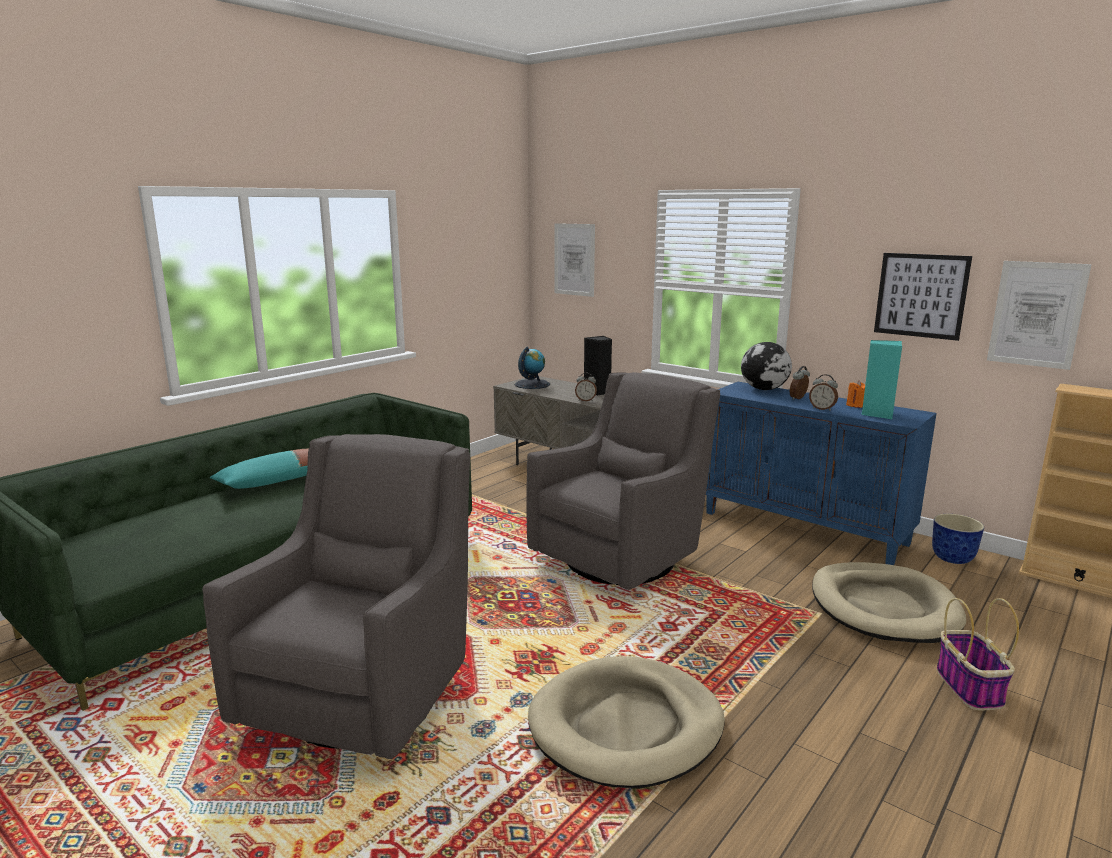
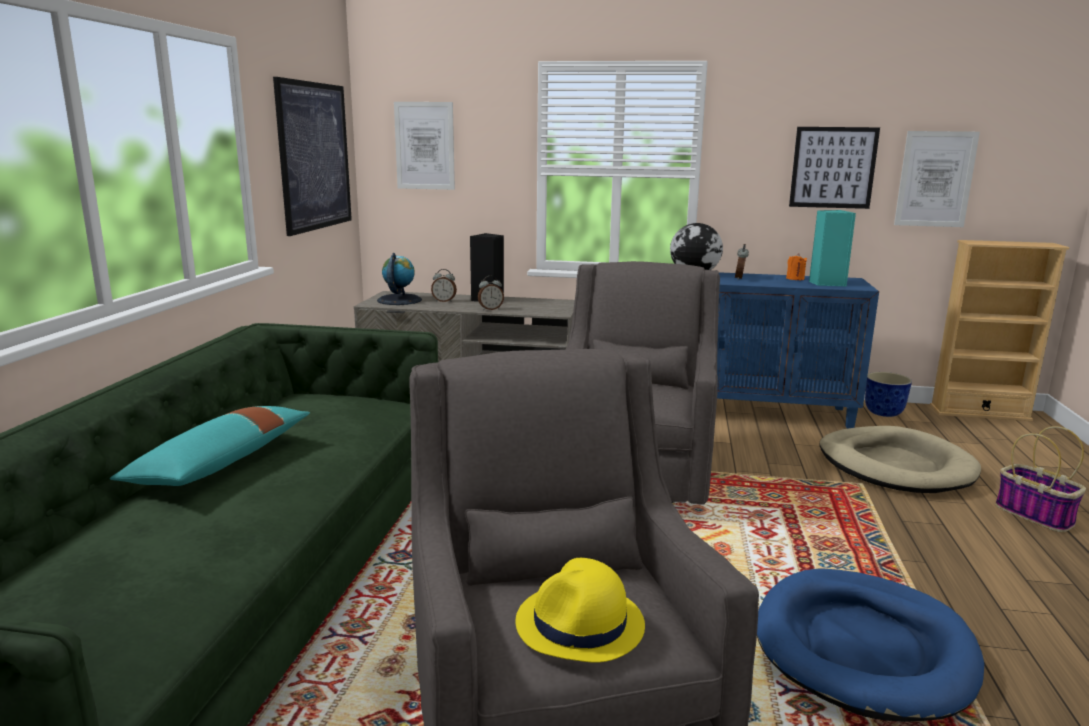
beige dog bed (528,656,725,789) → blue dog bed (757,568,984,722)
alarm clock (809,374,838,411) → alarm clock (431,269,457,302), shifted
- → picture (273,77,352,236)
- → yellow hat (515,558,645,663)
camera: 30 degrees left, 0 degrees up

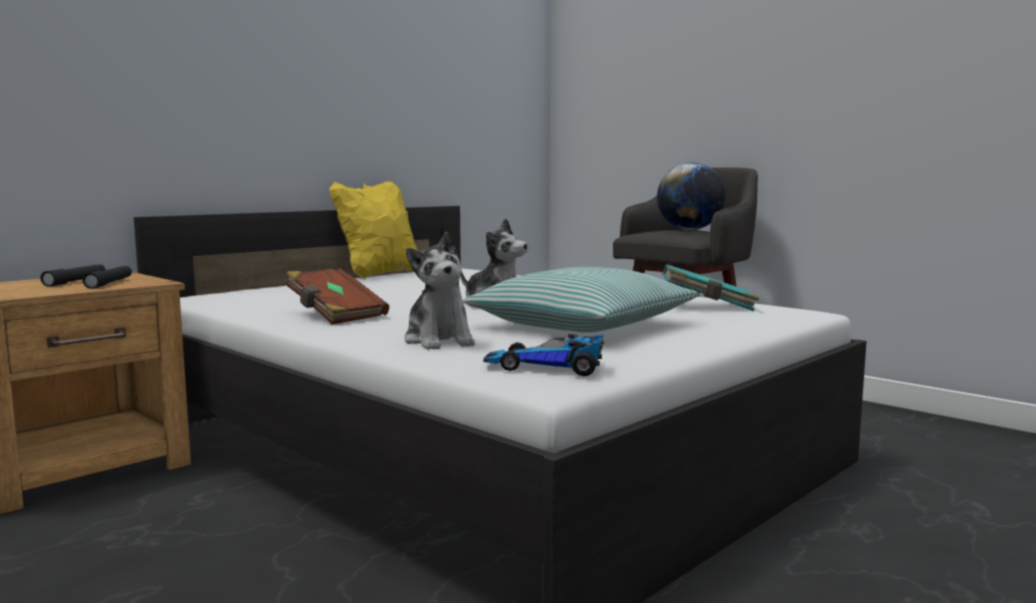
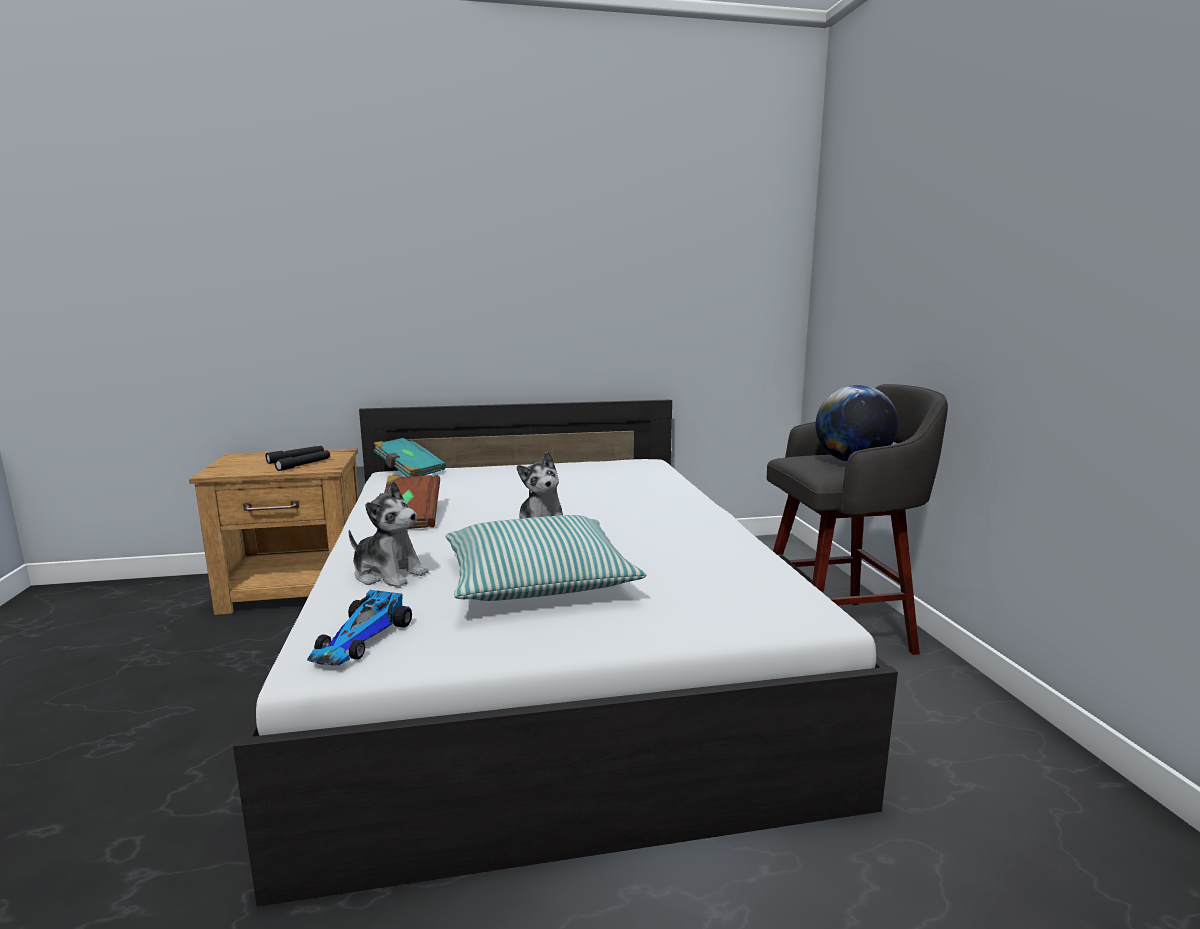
yellow pillow (329,181,417,279) → -
plush toy (404,232,475,350) → plush toy (349,481,429,588), 75 degrees counterclockwise
toy car (483,334,604,376) → toy car (307,590,412,666), 120 degrees counterclockwise
turquoise book (663,264,759,311) → turquoise book (373,438,446,477), shifted
camera: 35 degrees right, 5 degrees up

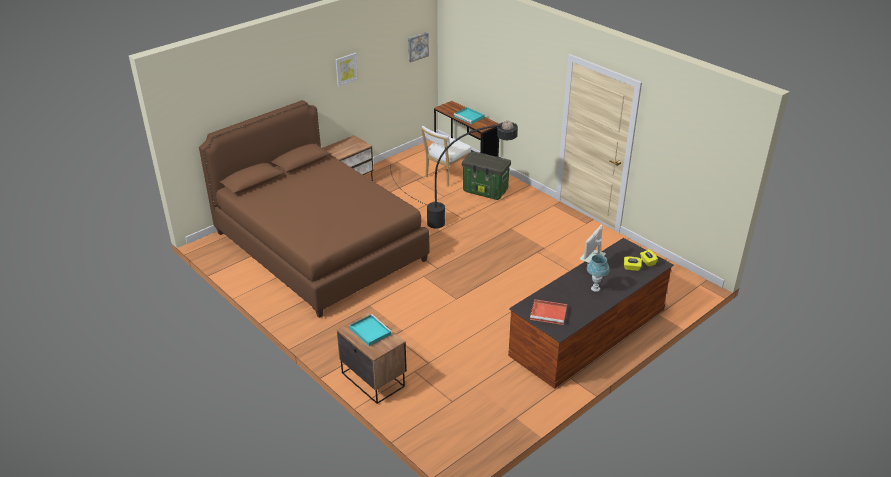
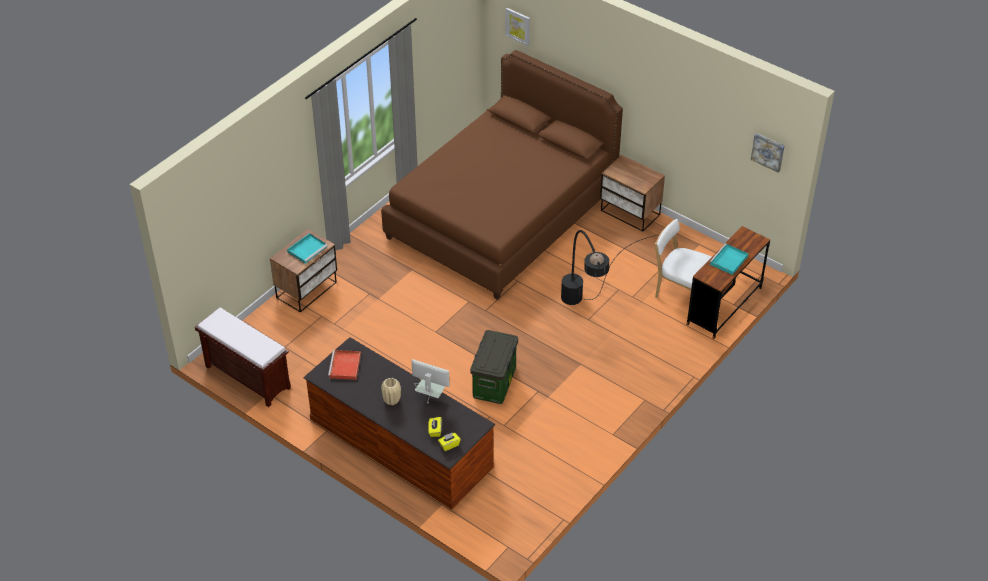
picture (335,53,358,86) → picture (505,8,530,46), shifted
storage box (462,151,511,200) → storage box (470,330,518,404), shifted
blue table lamp (587,255,610,292) → beige vase (381,378,401,405)
- → brown bench (195,307,291,407)
camera: 80 degrees right, 10 degrees up

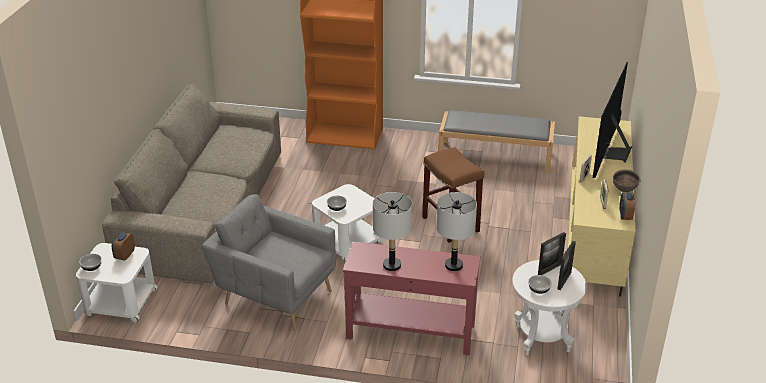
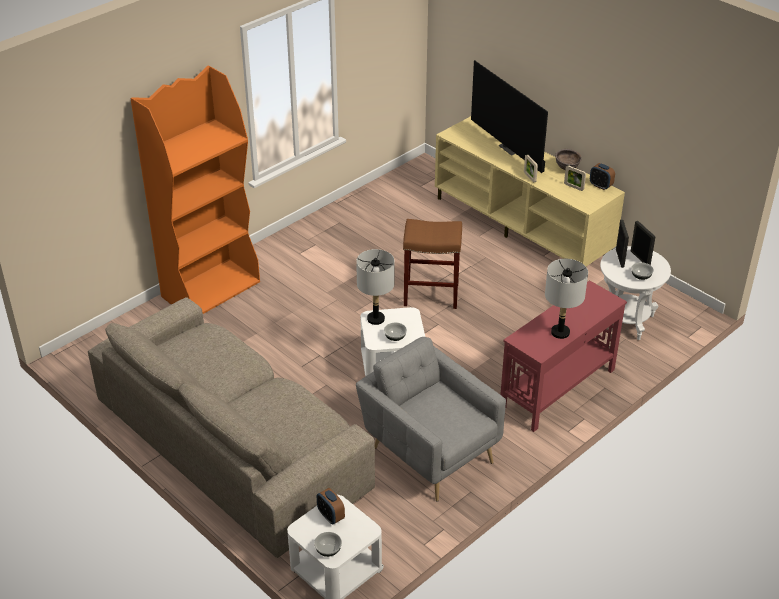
grey armchair (202,194,336,331) → grey armchair (356,337,506,502), 75 degrees clockwise
grey table lamp (436,192,477,271) → grey table lamp (356,249,394,325), shifted
grey bench (438,110,555,173) → -
camera: 55 degrees left, 5 degrees up

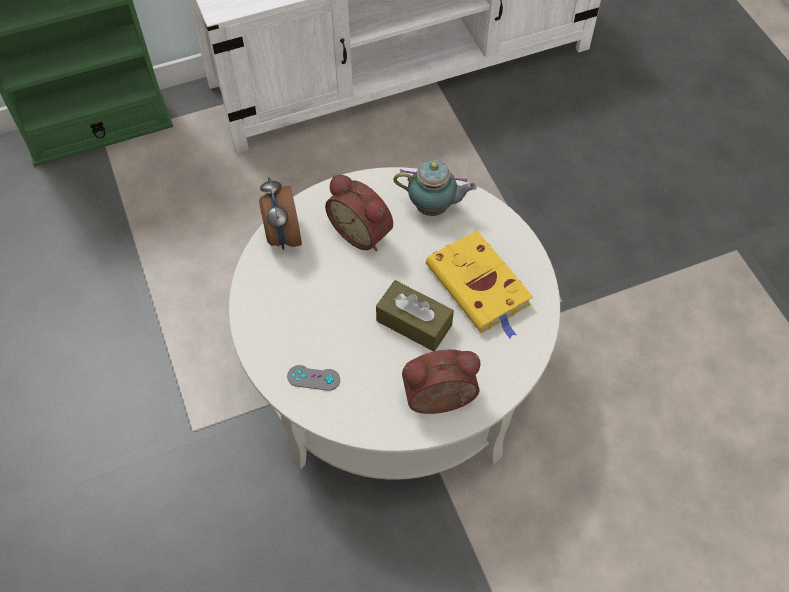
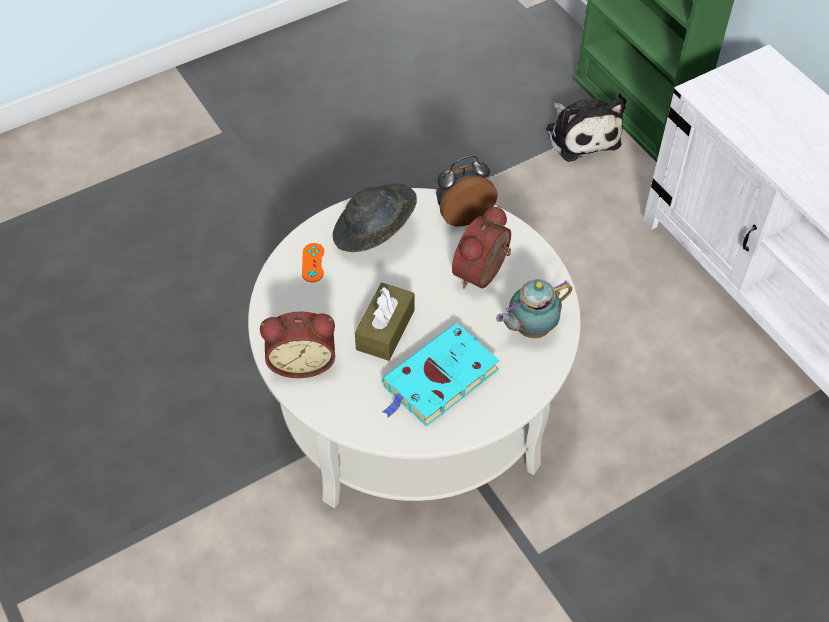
grey game controller (287,365,340,391) → orange game controller (302,243,324,282)
teapot (393,160,477,216) → teapot (496,279,572,338), 60 degrees clockwise
alarm clock (402,350,480,414) → alarm clock (260,311,335,378), 105 degrees clockwise
yellow book (426,230,533,339) → turquoise book (381,323,500,427)
- → grey hat (332,183,417,252)
- → plush toy (546,98,624,162)
camera: 80 degrees right, 5 degrees down

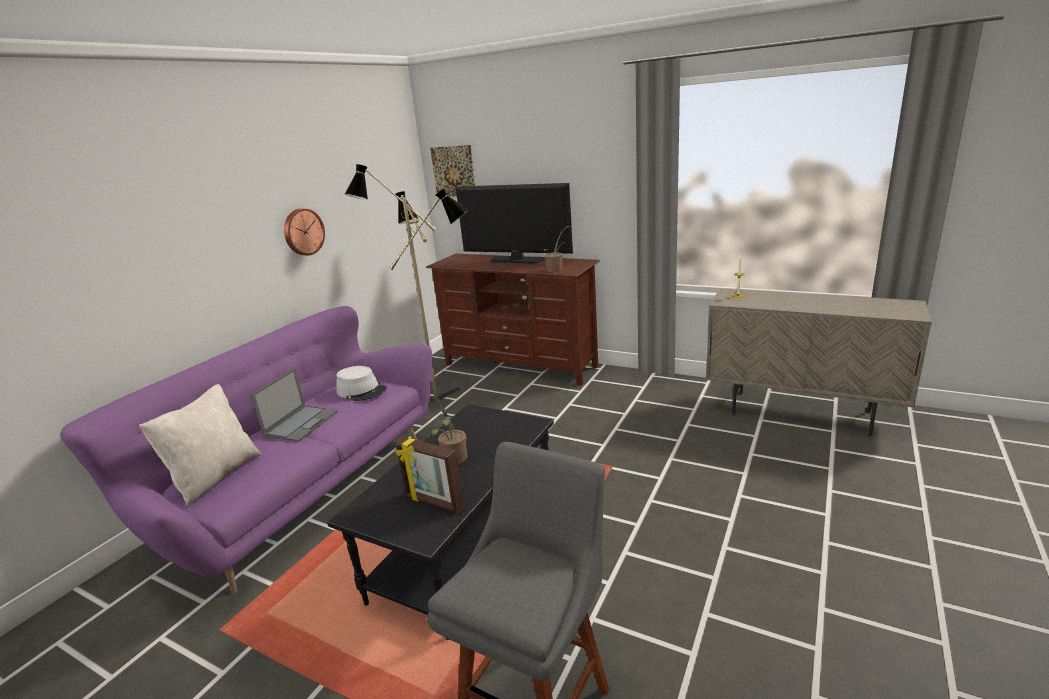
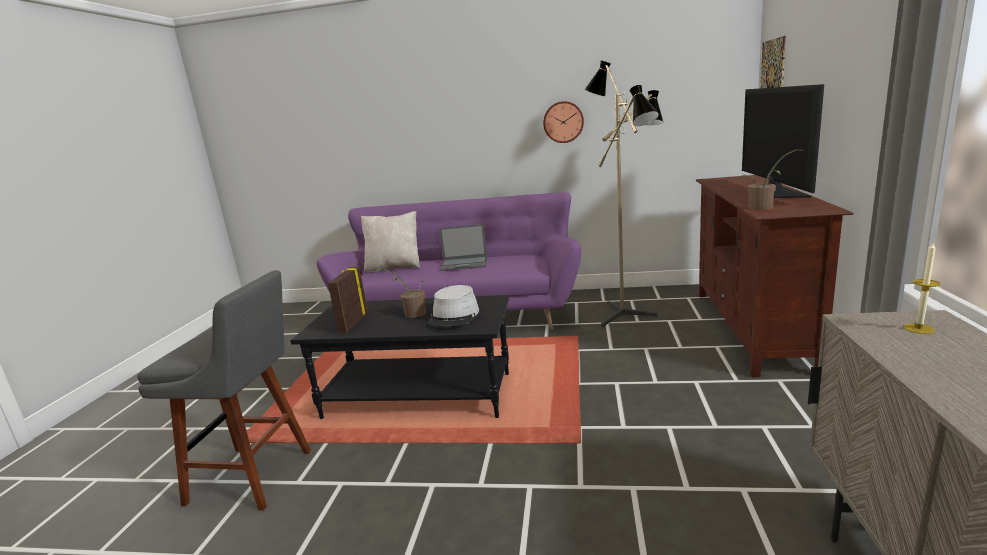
grey hat (336,366,387,401) → grey hat (428,285,479,327), shifted
camera: 70 degrees right, 5 degrees down

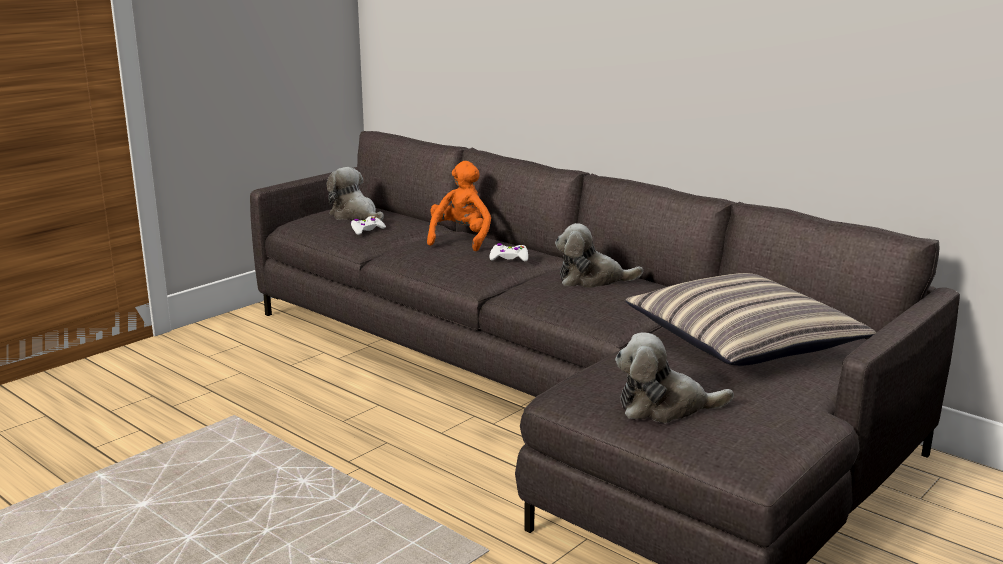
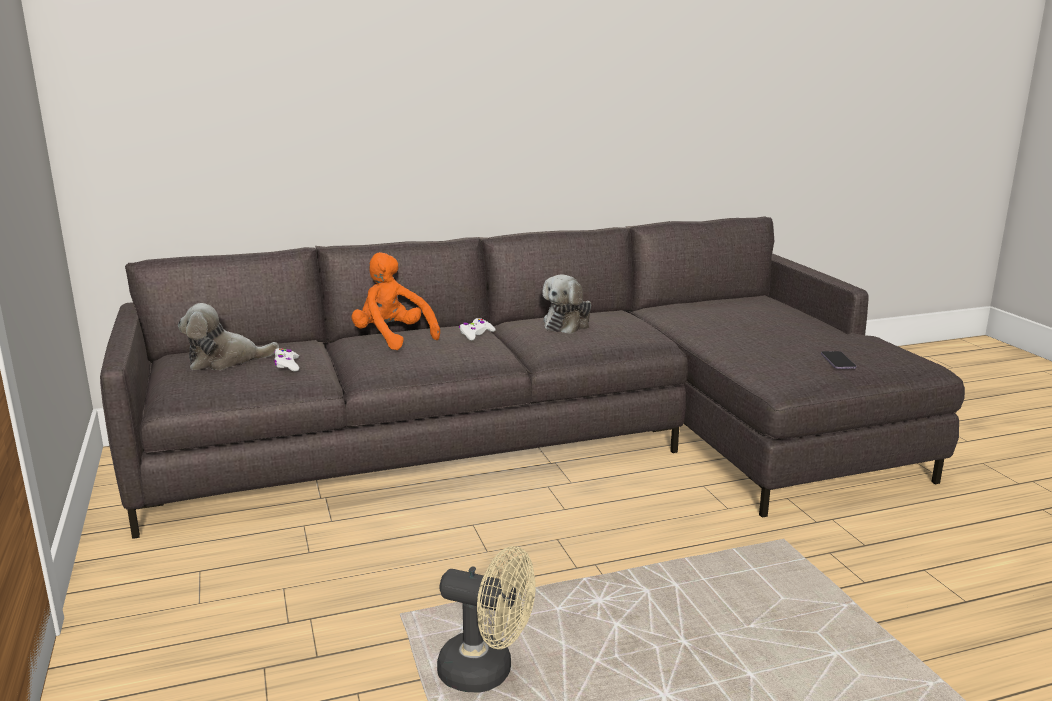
plush toy (615,333,734,423) → phone (821,351,856,369)
pillow (625,273,876,366) → -
- → beige fan (437,546,536,693)
camera: 60 degrees left, 0 degrees up

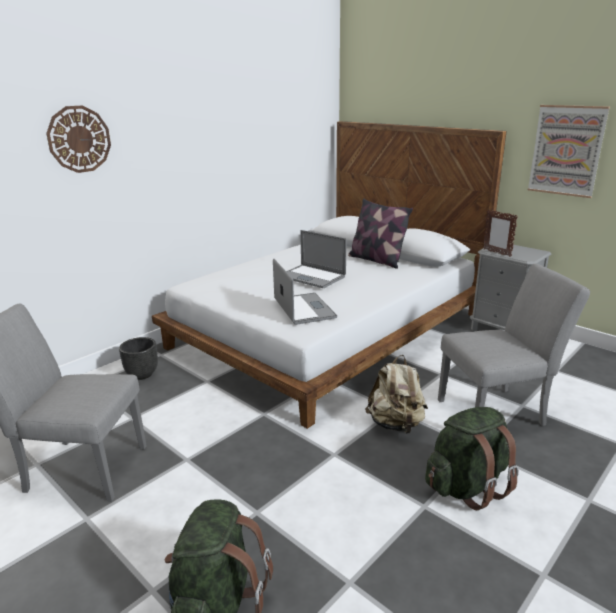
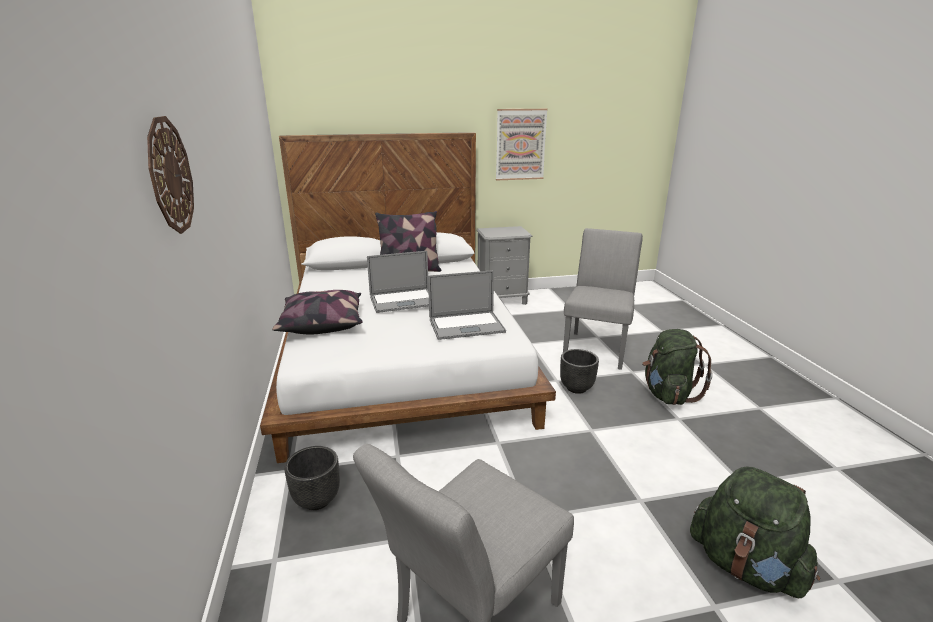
laptop (273,259,337,325) → laptop (428,270,506,340), 150 degrees clockwise
beige backpack (365,355,428,434) → black planter (560,349,599,394)
picture frame (483,210,518,257) → -
- → pillow (272,290,363,334)
camera: 55 degrees left, 0 degrees up

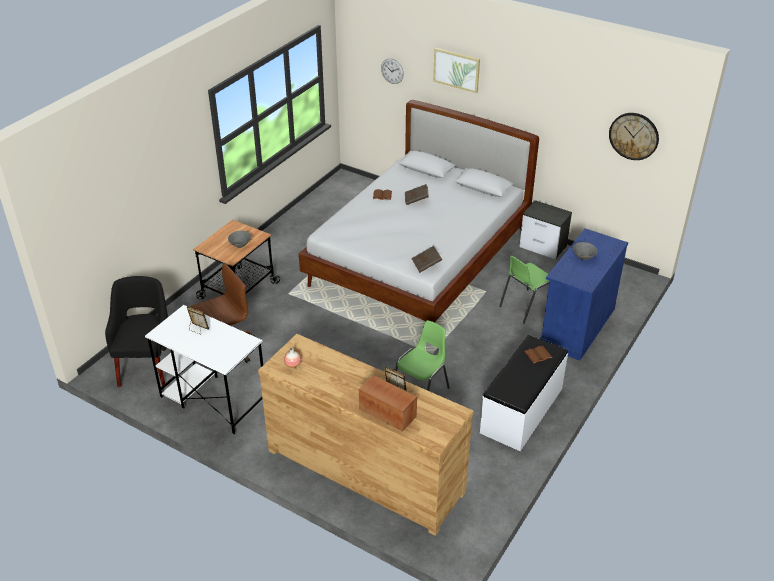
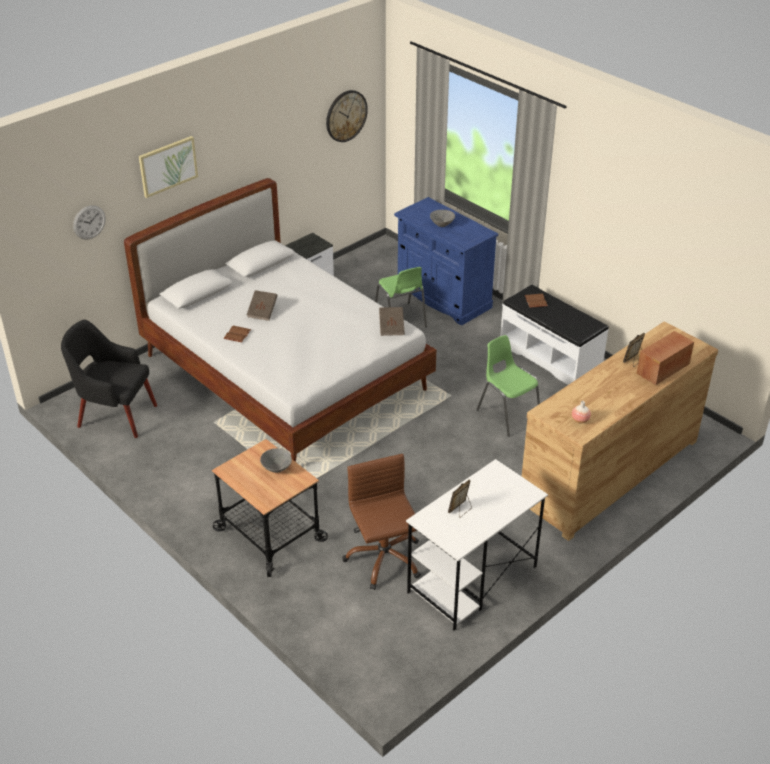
black armchair (105,276,168,387) → black armchair (61,320,157,438), shifted
camera: 75 degrees left, 0 degrees up

